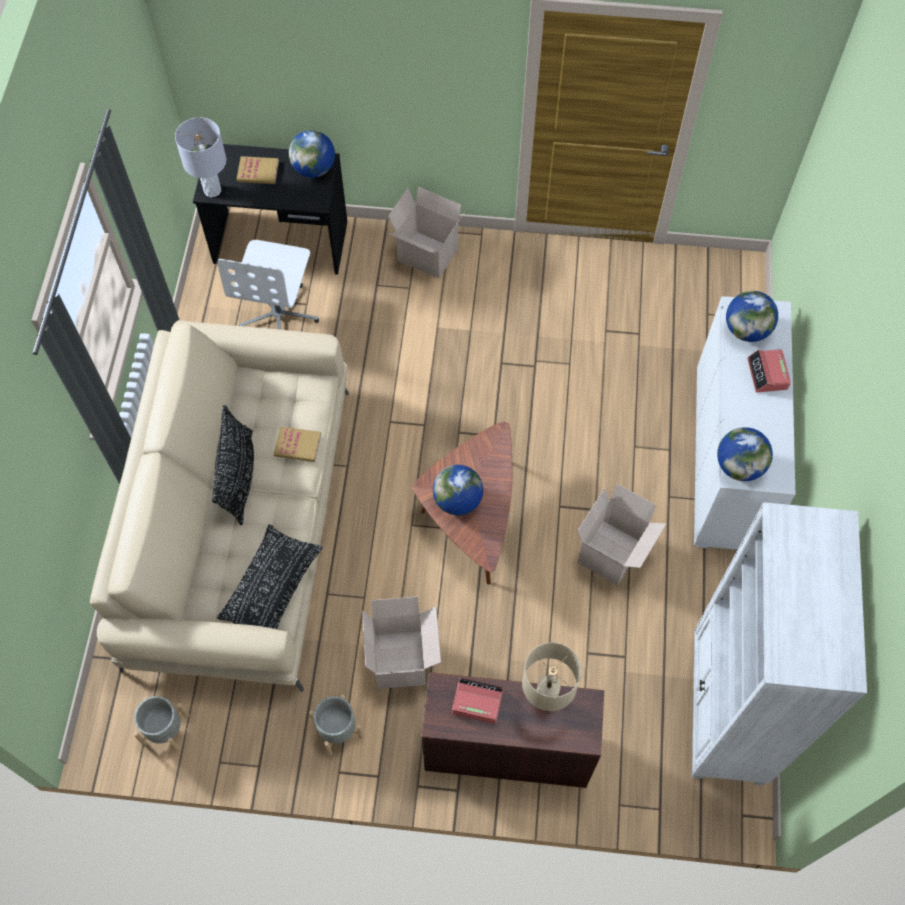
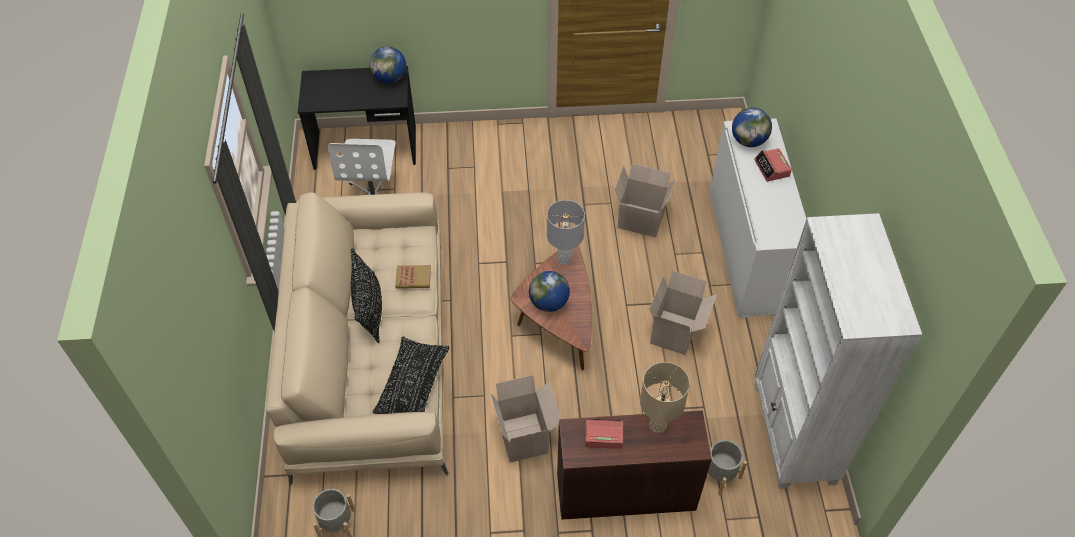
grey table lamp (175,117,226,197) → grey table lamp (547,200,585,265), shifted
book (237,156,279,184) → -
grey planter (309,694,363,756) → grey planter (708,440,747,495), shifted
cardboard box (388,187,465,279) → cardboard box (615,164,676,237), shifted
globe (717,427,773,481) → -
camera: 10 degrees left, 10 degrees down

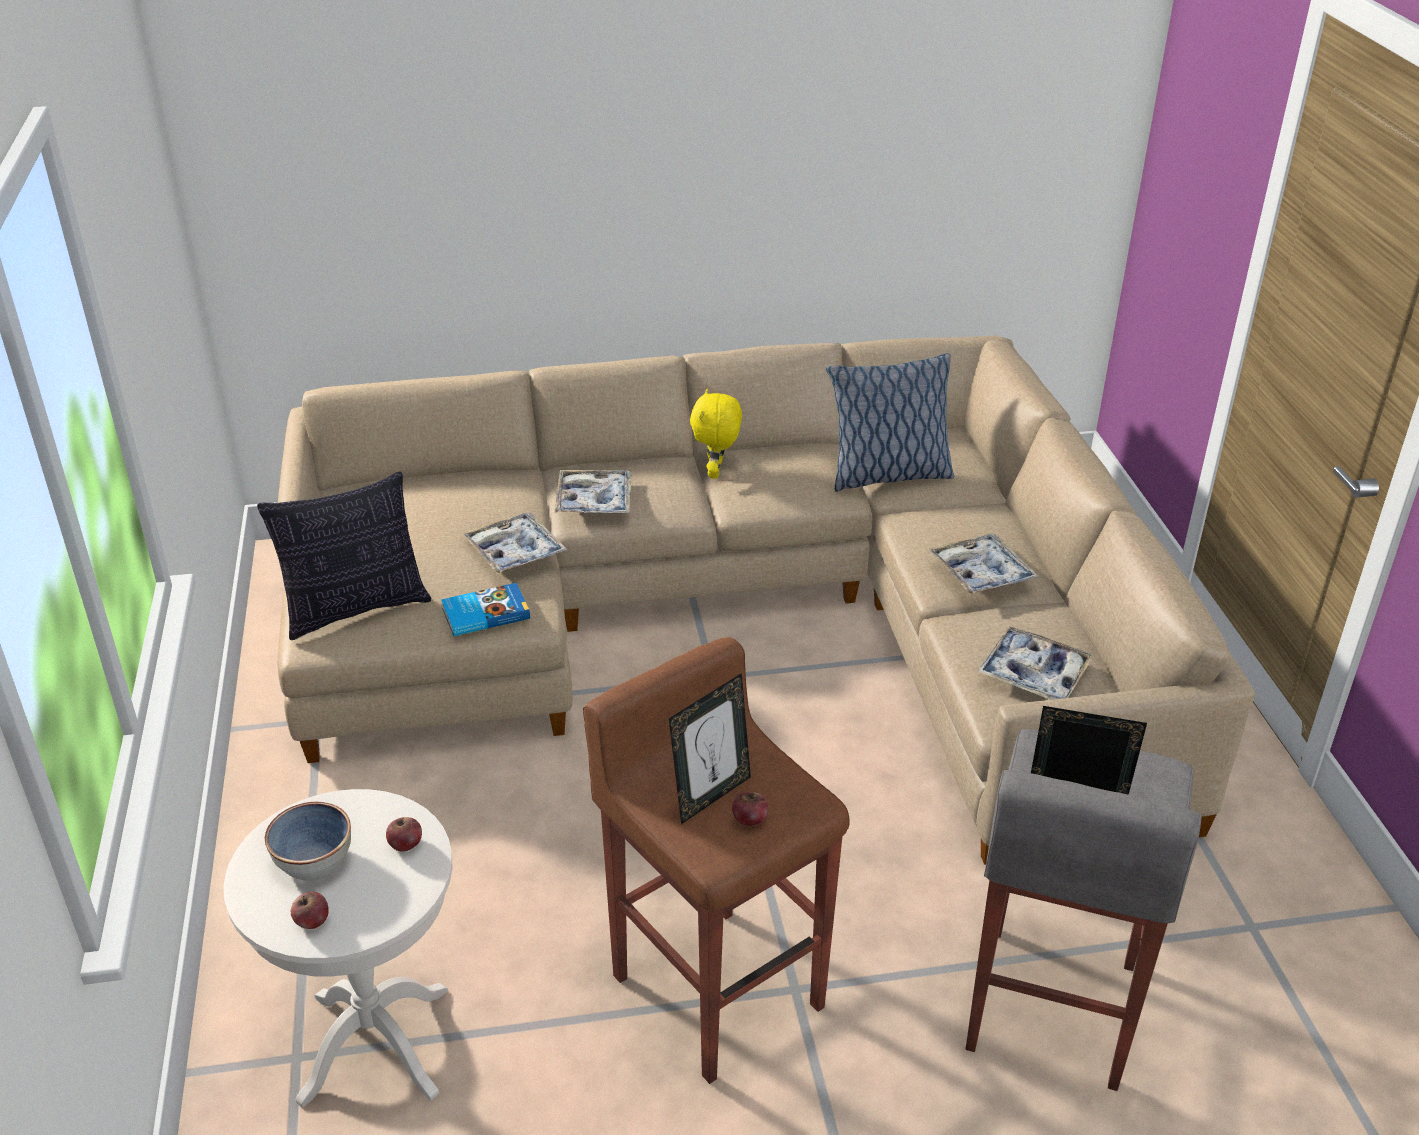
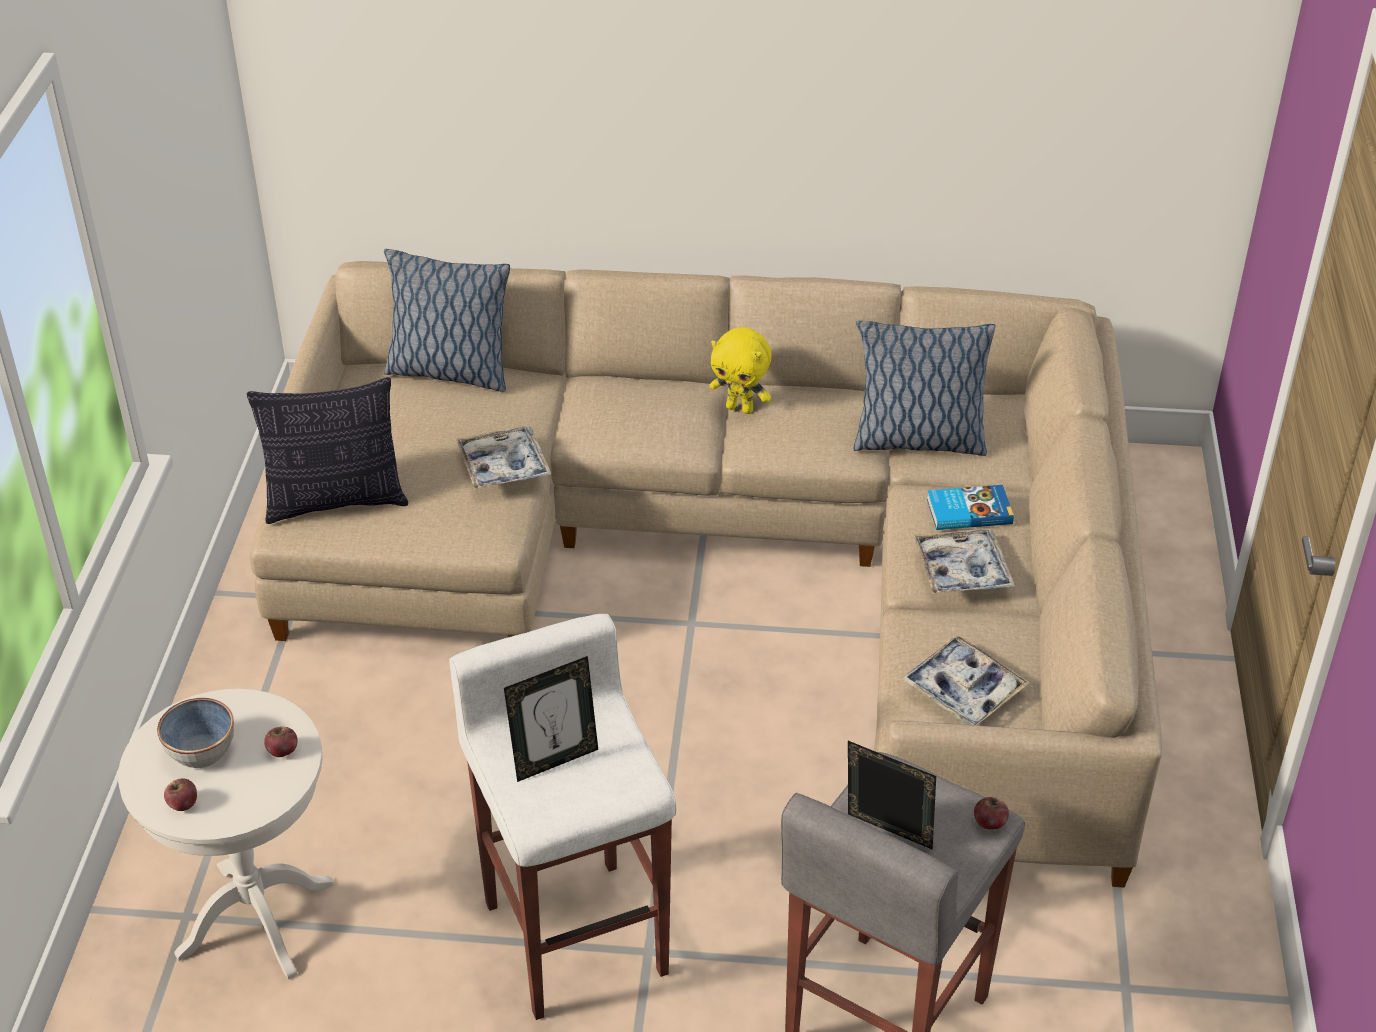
book (441,583,530,636) → book (927,485,1014,530), shifted
tray (554,470,632,513) → -
brown stool (583,637,850,1084) → white stool (449,614,676,1020)
yellow plush toy (690,389,742,479) → yellow plush toy (709,327,772,414), 90 degrees counterclockwise
apple (732,792,769,826) → apple (974,797,1009,830), shifted
- → pillow (384,249,510,392)
camera: 15 degrees right, 5 degrees up

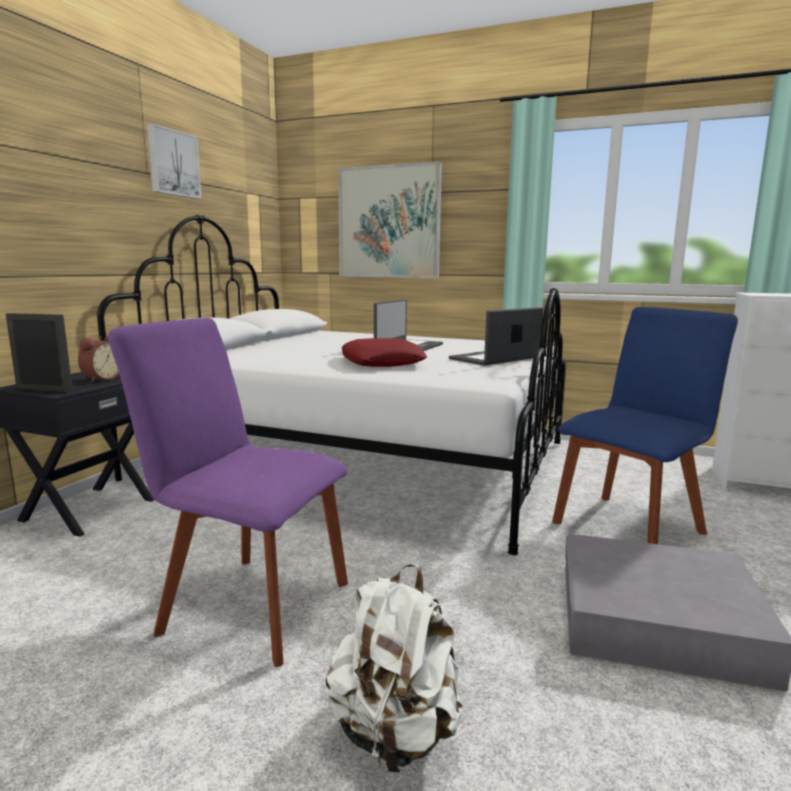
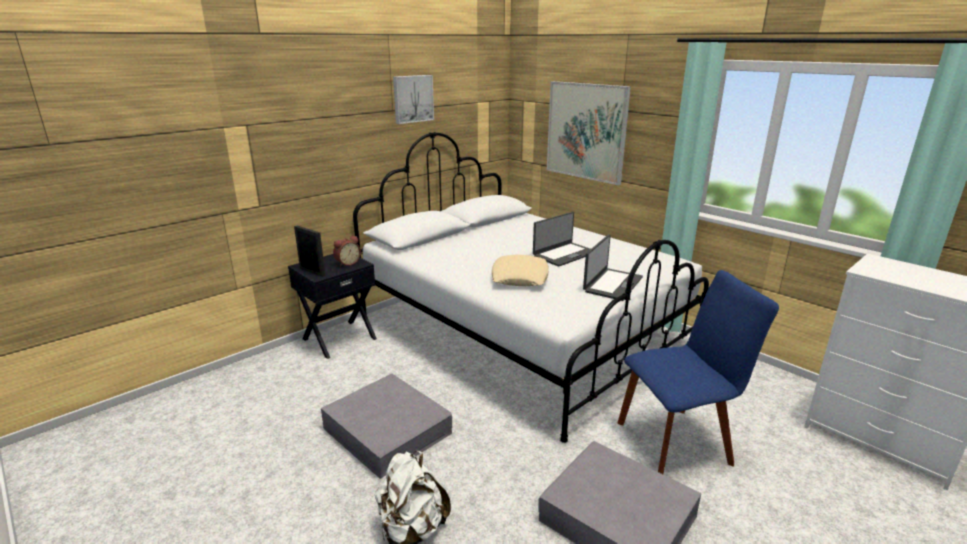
purple chair (108,318,348,667) → grey storage box (321,374,452,479)
red pillow (342,338,427,367) → beige pillow (492,255,549,286)
laptop (449,307,543,366) → laptop (583,234,643,301), 135 degrees clockwise
camera: 25 degrees right, 10 degrees up

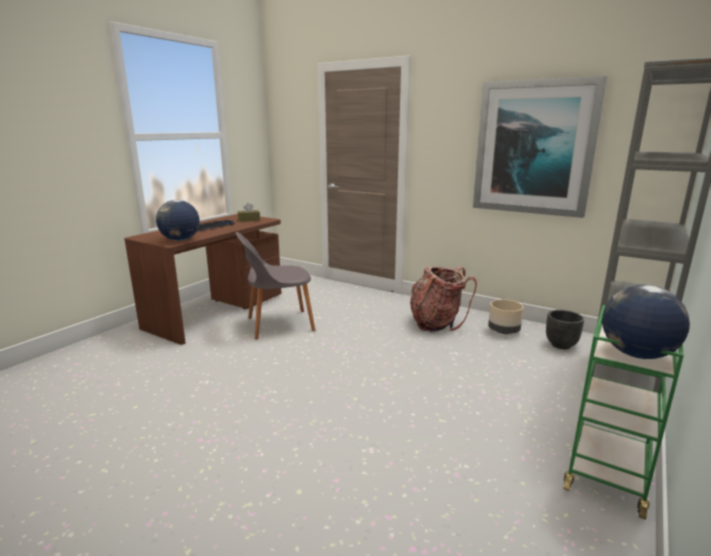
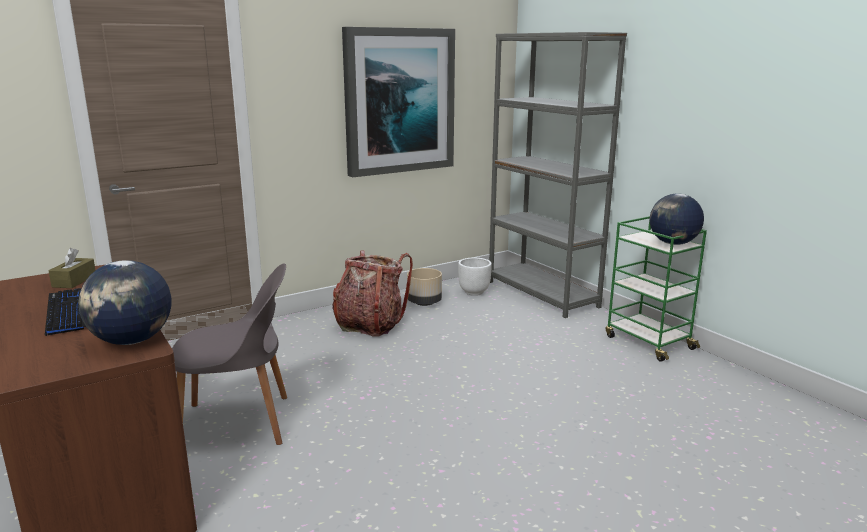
grey chair (236,232,315,340) → grey chair (172,263,287,445), 105 degrees counterclockwise
black planter (546,310,584,349) → white planter (458,258,492,296)
camera: 65 degrees left, 0 degrees up

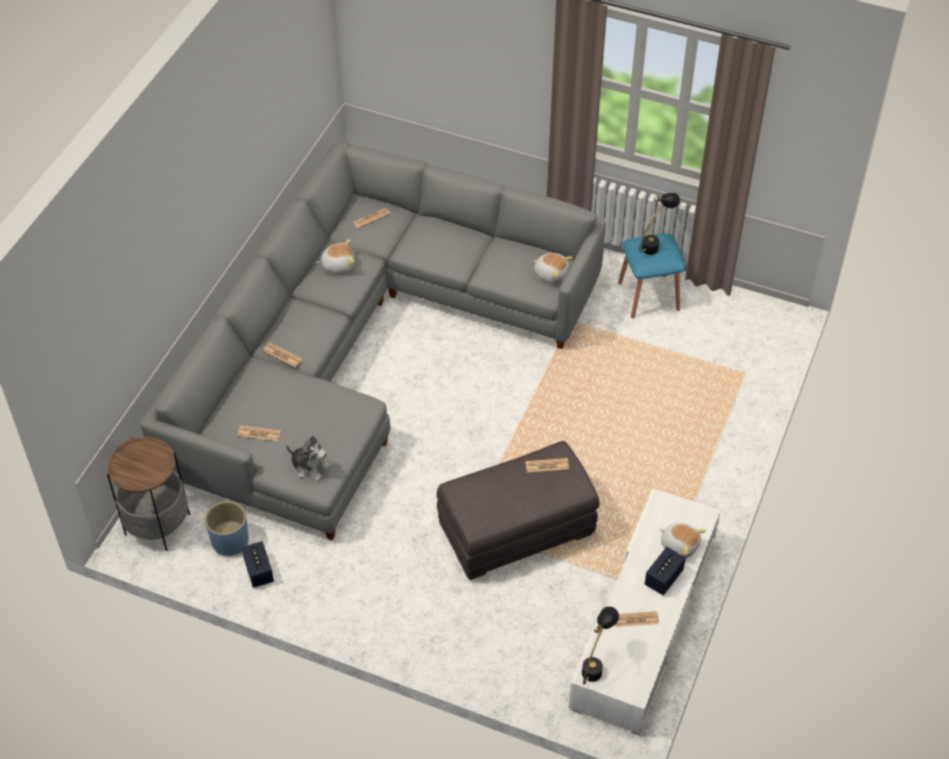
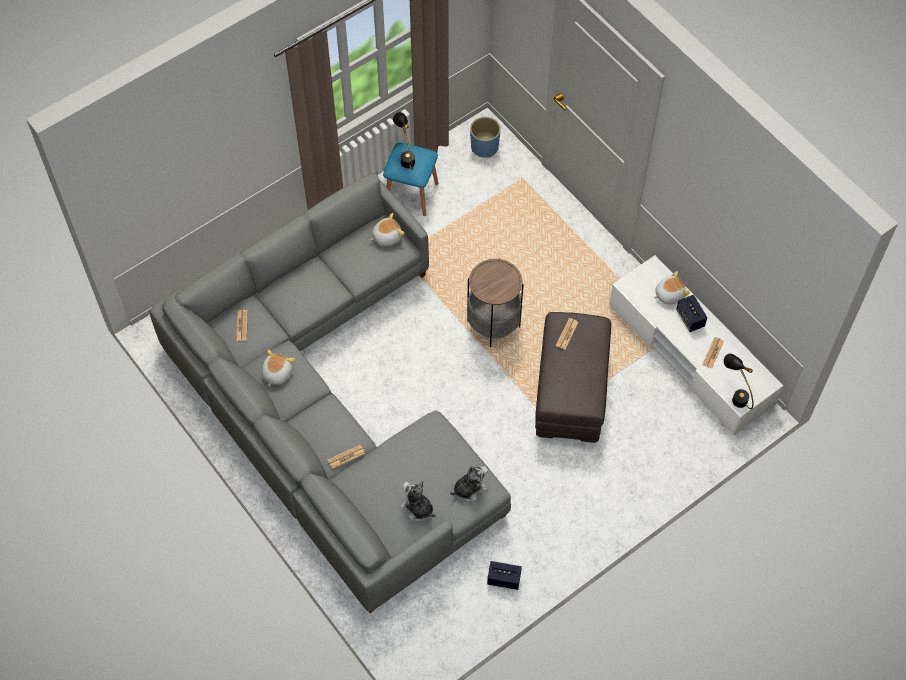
side table (107,437,190,551) → side table (467,258,524,347), shifted
blue planter (205,501,249,556) → blue planter (470,117,501,158), shifted
newspaper (238,425,281,441) → plush toy (400,480,436,521)
camera: 60 degrees left, 10 degrees up

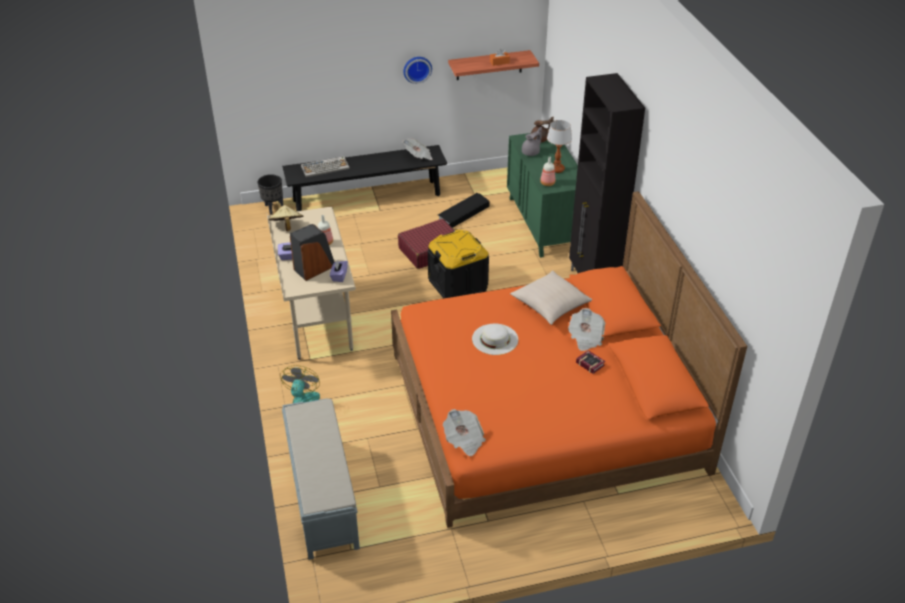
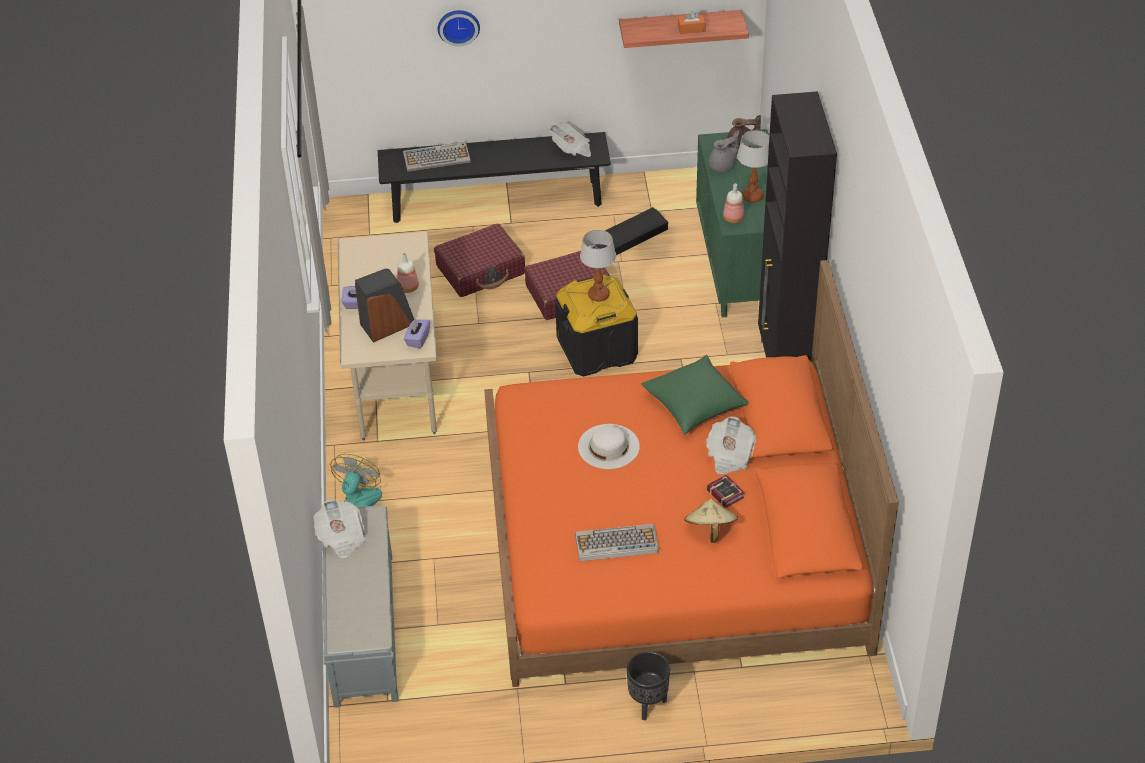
black planter (258,174,283,215) → black planter (626,651,670,720), shifted
beige hat (268,205,303,231) → beige hat (684,498,738,543), shifted
wall clock (403,57,432,84) → wall clock (438,10,480,47), shifted
newspaper (443,409,486,456) → newspaper (313,499,366,559), shifted
beige pillow (510,270,592,325) → green pillow (641,355,749,434)
- → red suitcase (434,224,525,297)
- → keyboard (575,524,659,561)
- → table lamp (580,230,616,301)
camera: 10 degrees right, 5 degrees up

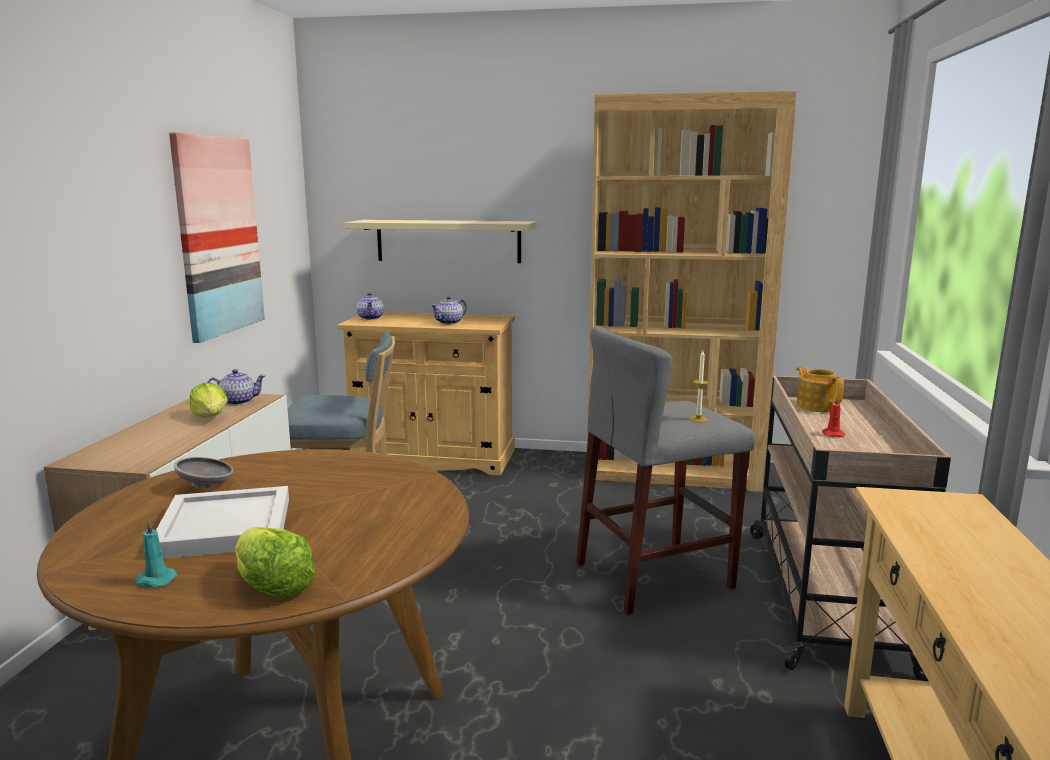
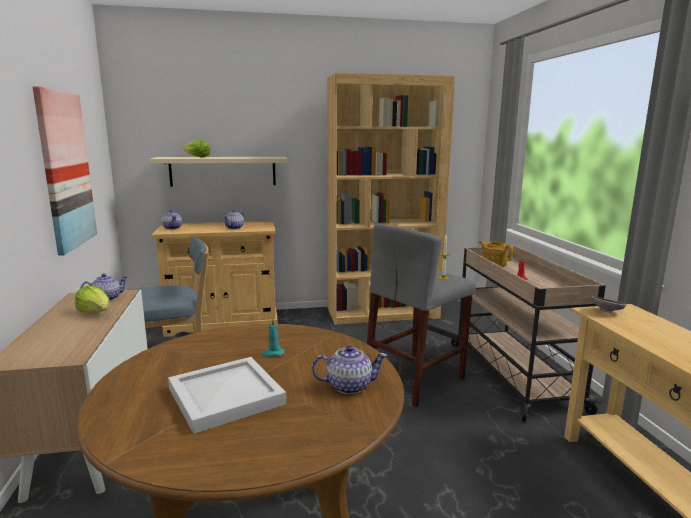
turquoise candle (135,519,177,588) → turquoise candle (261,318,285,357), shifted
grey bowl (174,457,234,488) → grey bowl (591,296,626,313), shifted
lettuce (235,527,315,598) → lettuce (183,140,210,158), shifted
- → teapot (312,345,388,394)
camera: 20 degrees left, 0 degrees up

